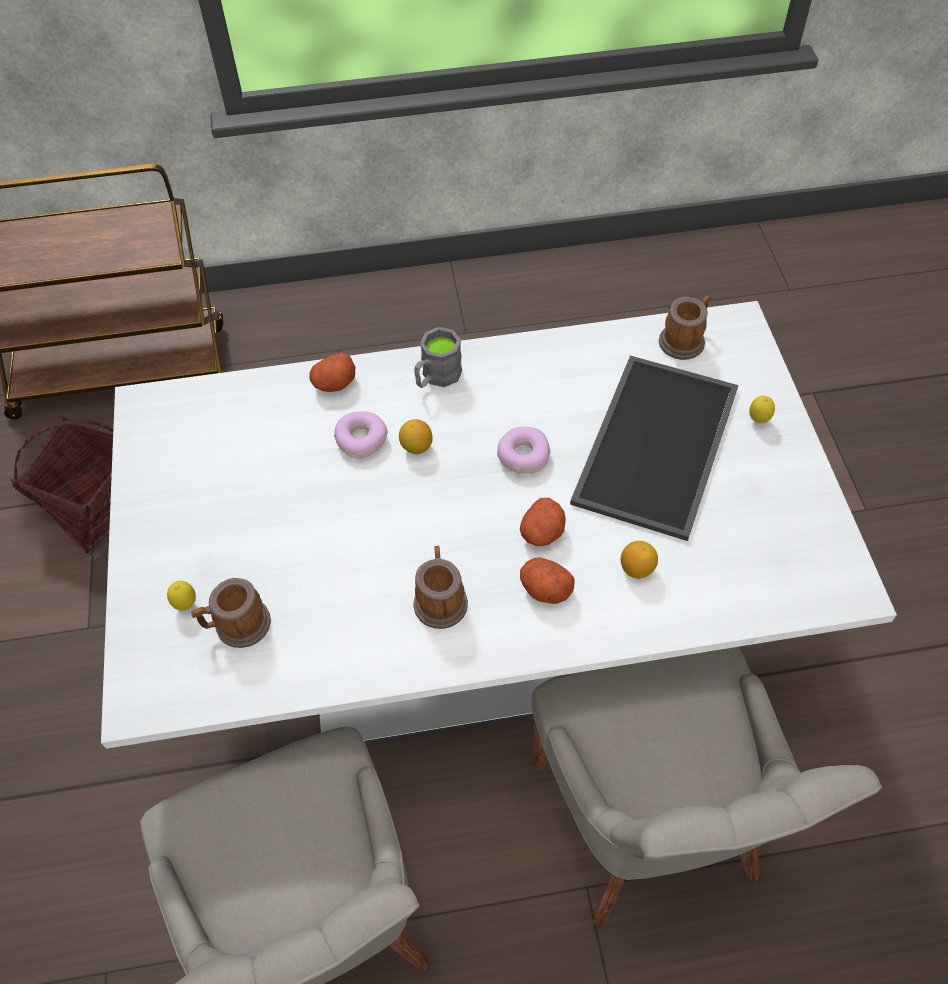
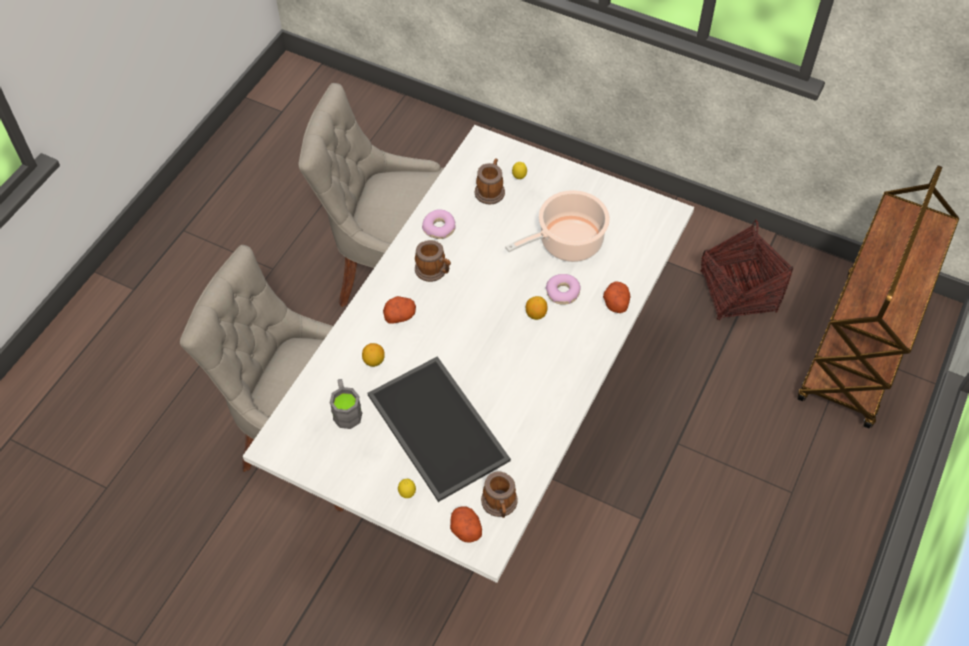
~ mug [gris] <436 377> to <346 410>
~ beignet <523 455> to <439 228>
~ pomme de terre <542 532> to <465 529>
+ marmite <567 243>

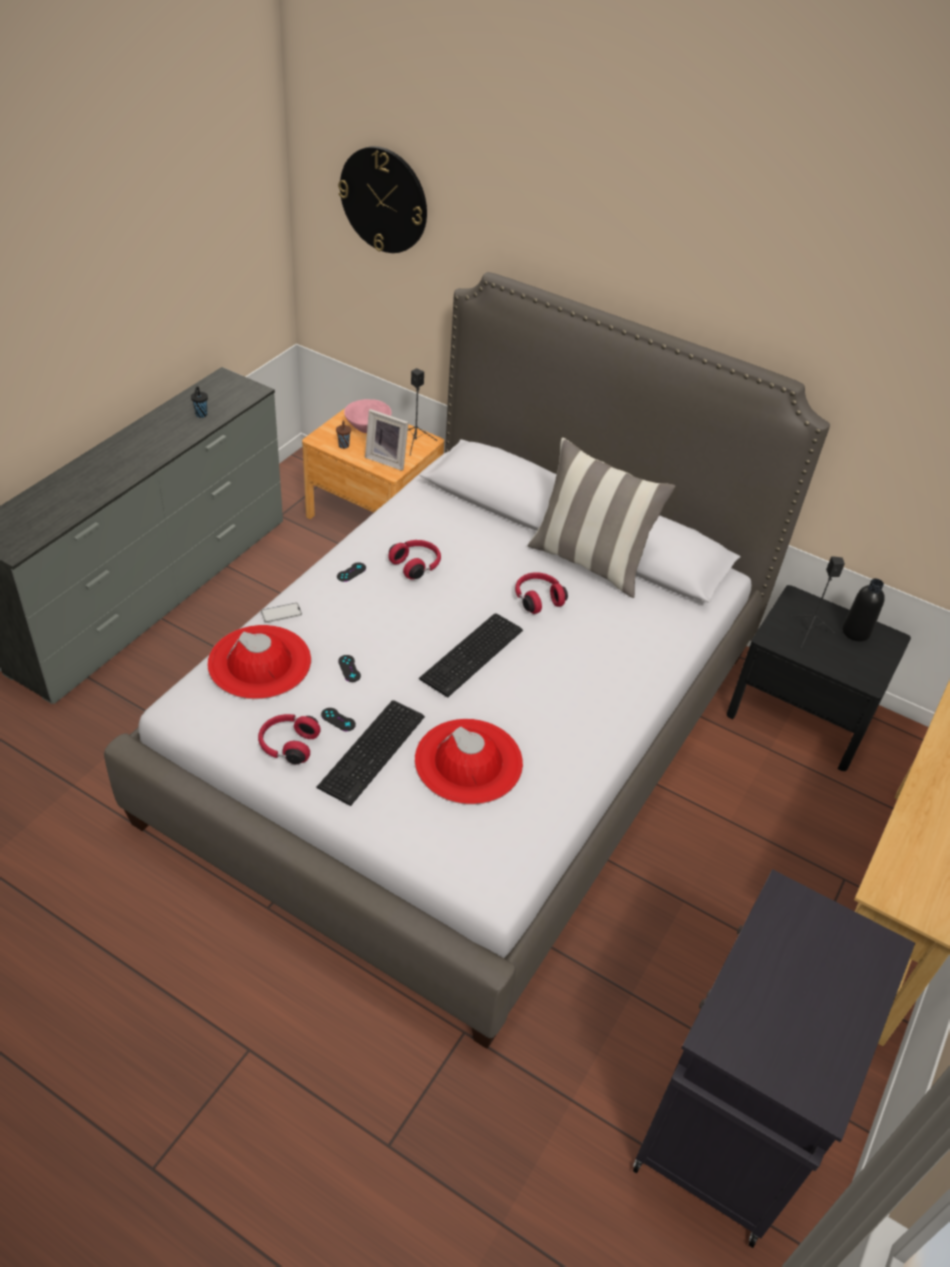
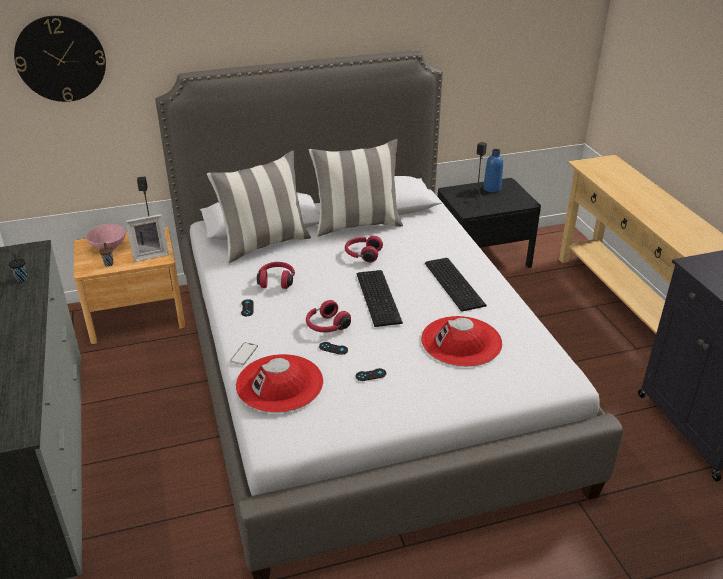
~ casque audio [rouge] <288 745> to <326 326>
~ clavier <375 751> to <455 283>
~ bouteille [noir] <856 632> to bouteille [bleu] <492 188>
+ coussin <264 244>

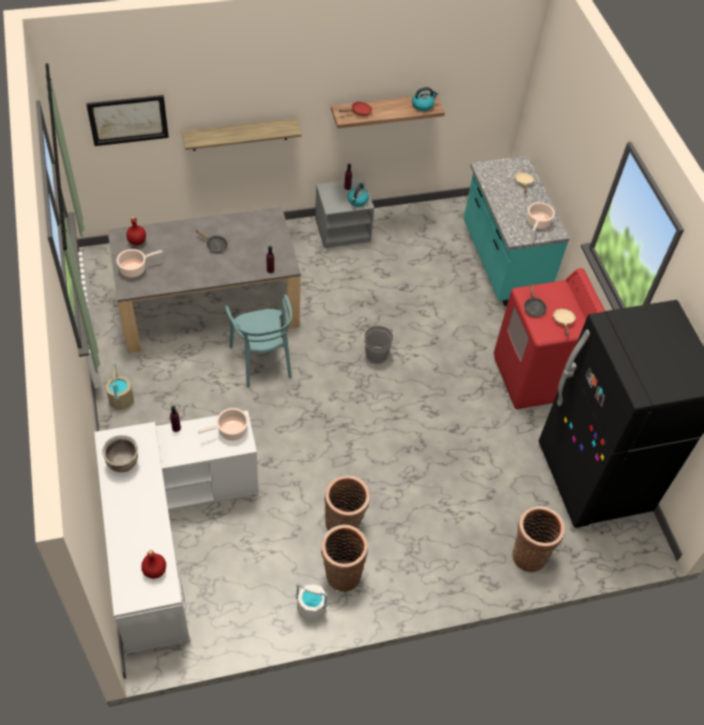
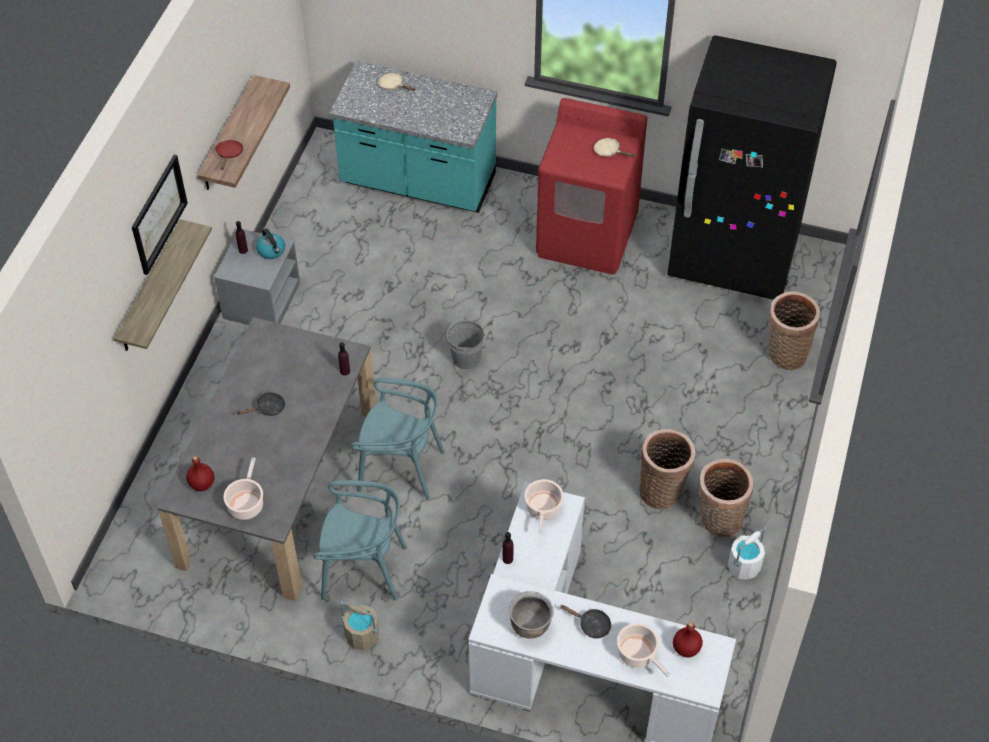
~ tableau <128 119> to <158 214>
- bouilloire <423 105>
~ poêle [noir] <533 308> to <591 625>
~ marmite <537 223> to <638 654>
+ chaise [turquoise] <363 569>

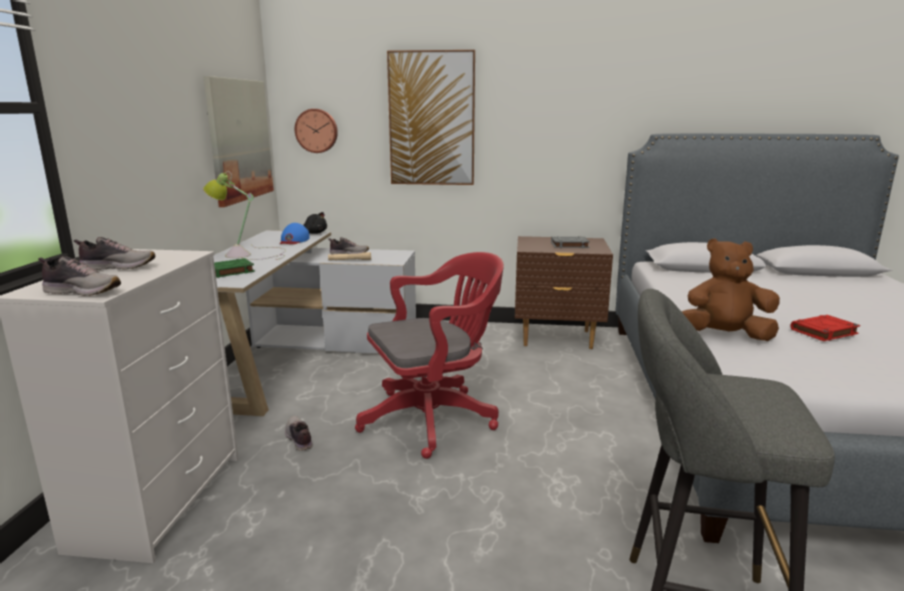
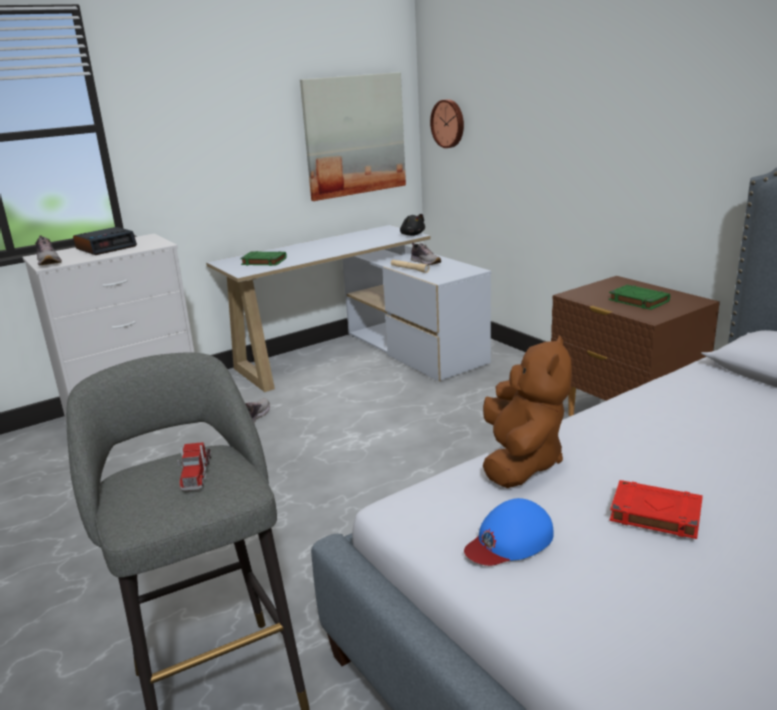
~ chaussure <118 267> to réveil <106 247>
- lampe de table <249 254>
~ casquette [bleu] <294 240> to <509 541>
- chaise de bureau [rouge] <434 418>
- tableau <432 119>
~ livre [gris] <569 245> to livre [vert] <637 301>
~ peluche [marron] <724 336> = <521 462> 45 degrees clockwise
+ camion jouet <197 473>

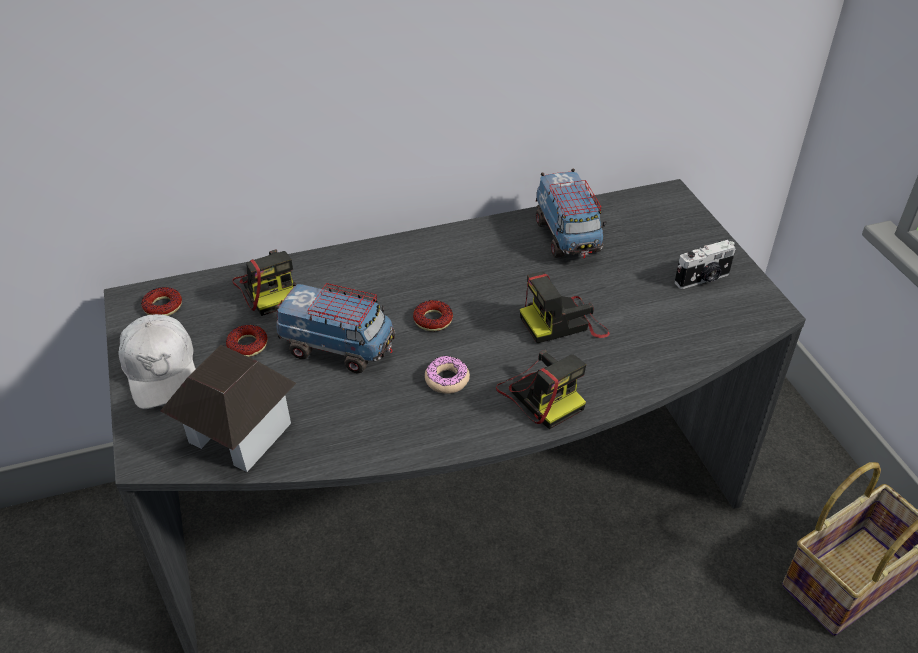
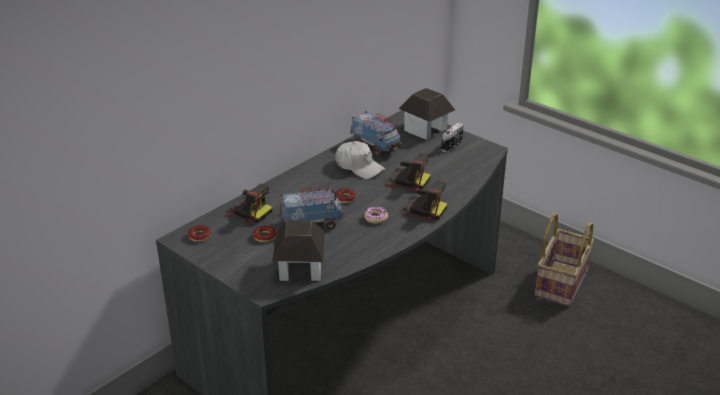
~ casquette [blanc] <162 371> to <359 167>
~ appareil photo <564 323> = <407 181> 105 degrees counterclockwise
+ maison miniature <425 129>

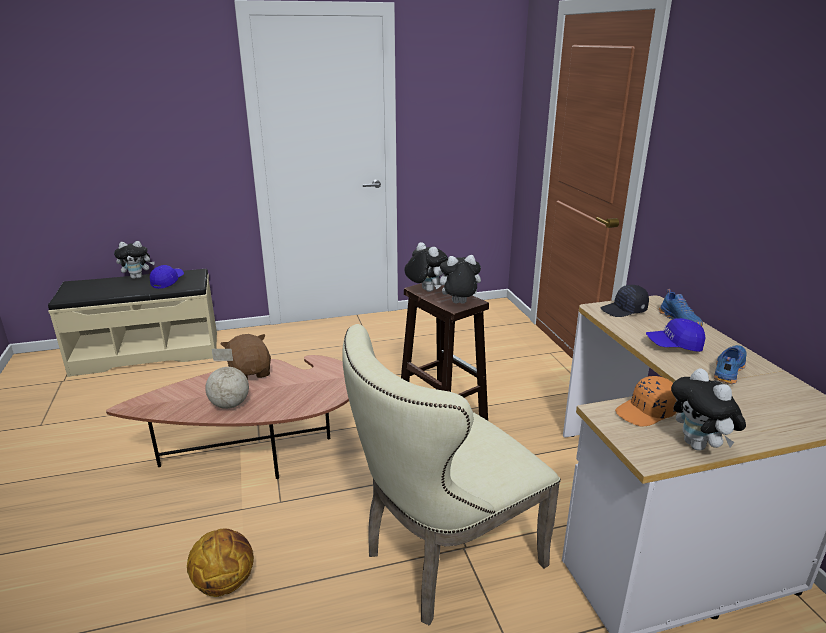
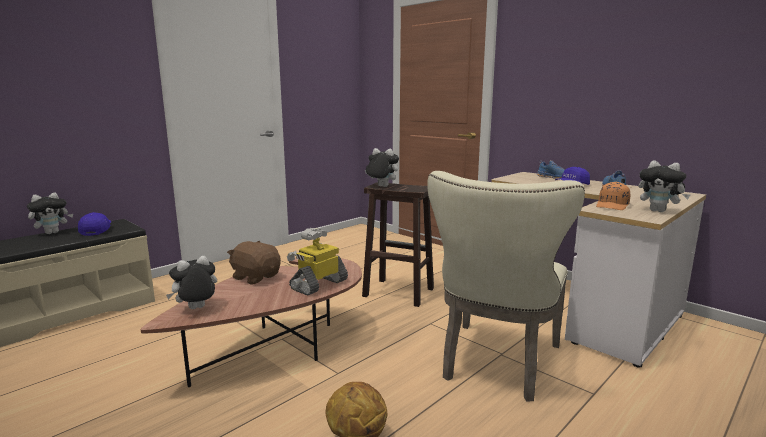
- globe <229 405>
~ peluche <458 304> to <196 309>
- casquette [noir] <624 310>
+ robot jouet <318 284>

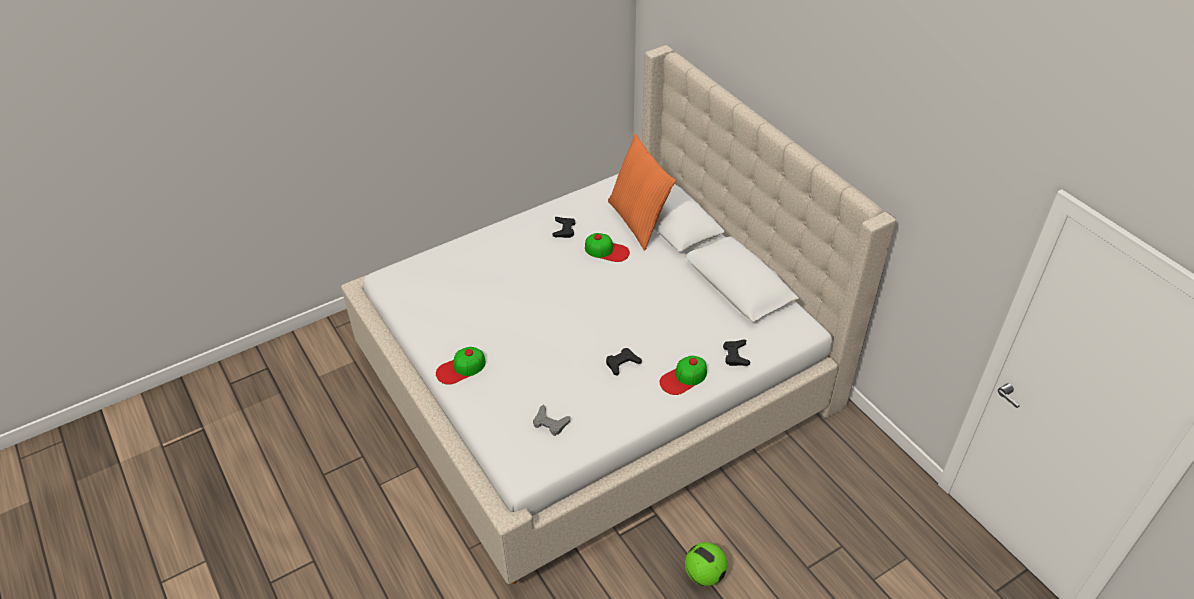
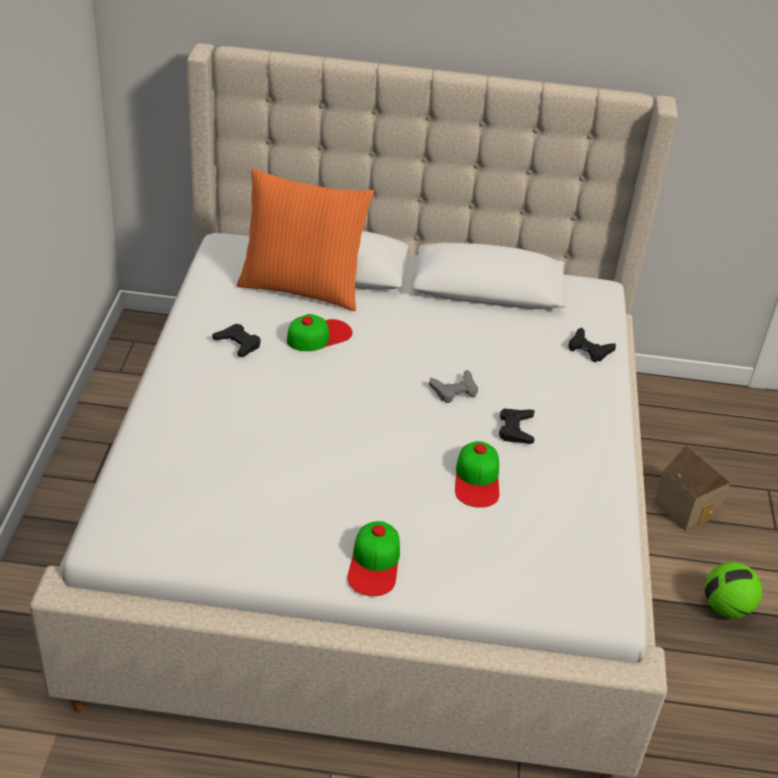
~ manette [gris] <550 423> to <454 390>
~ casquette <683 378> to <477 479>
+ maison miniature <688 507>

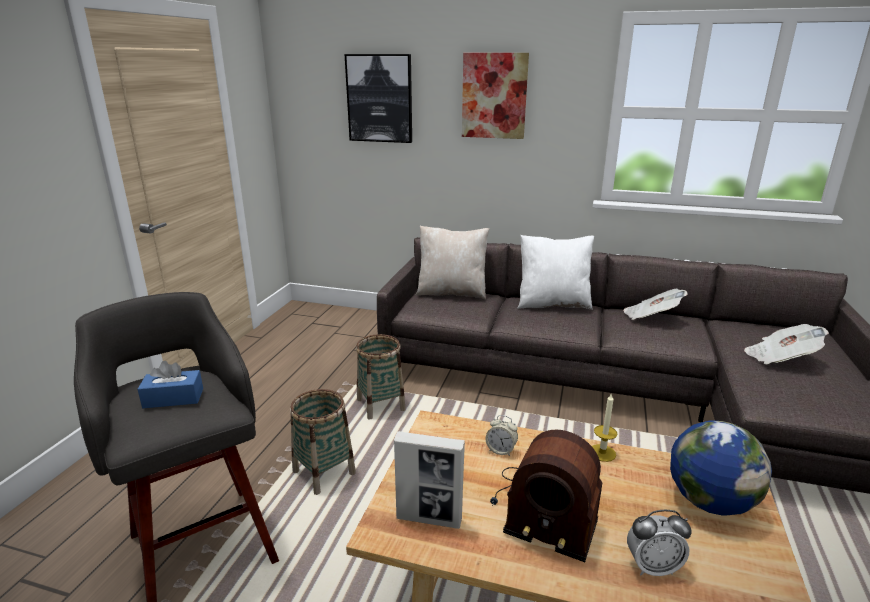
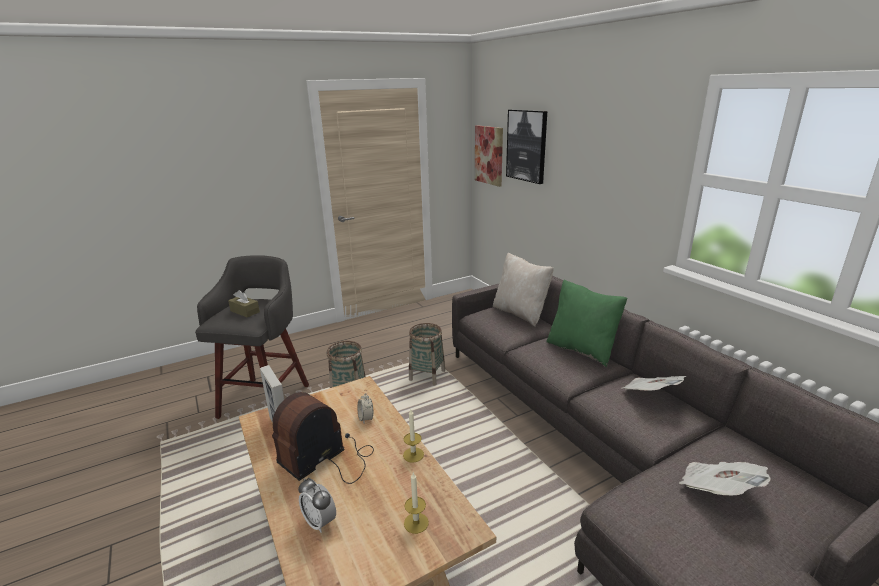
~ boîte à mouchoirs [bleu] <173 398> to boîte à mouchoirs [marron] <245 311>
~ tableau <494 96> to <489 155>
~ radio <542 510> = <328 458> 60 degrees clockwise
~ coussin [blanc] <552 304> to coussin [vert] <581 349>
~ globe <709 502> to bougie <416 523>

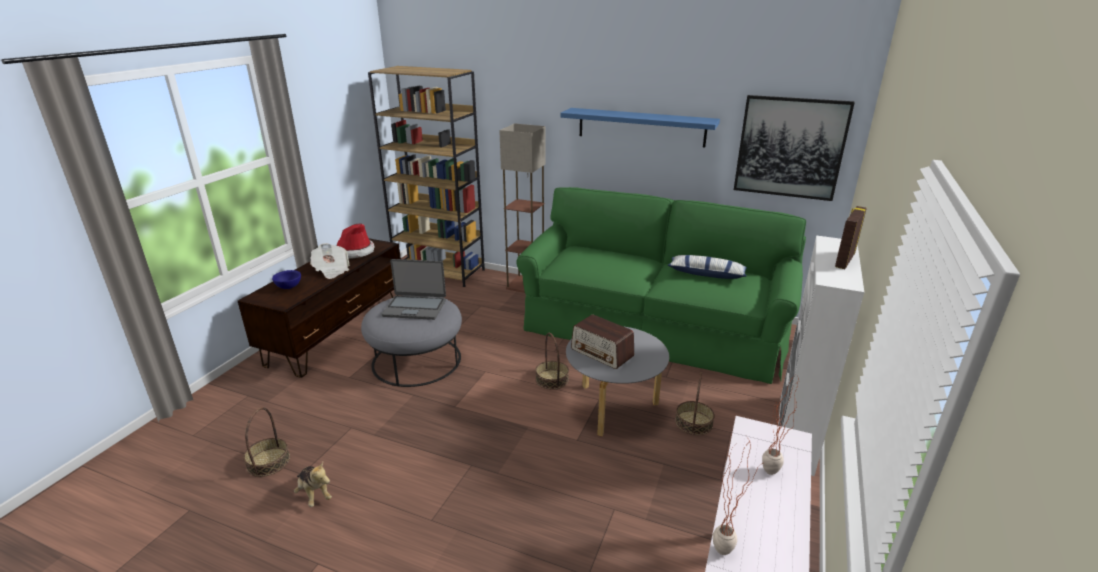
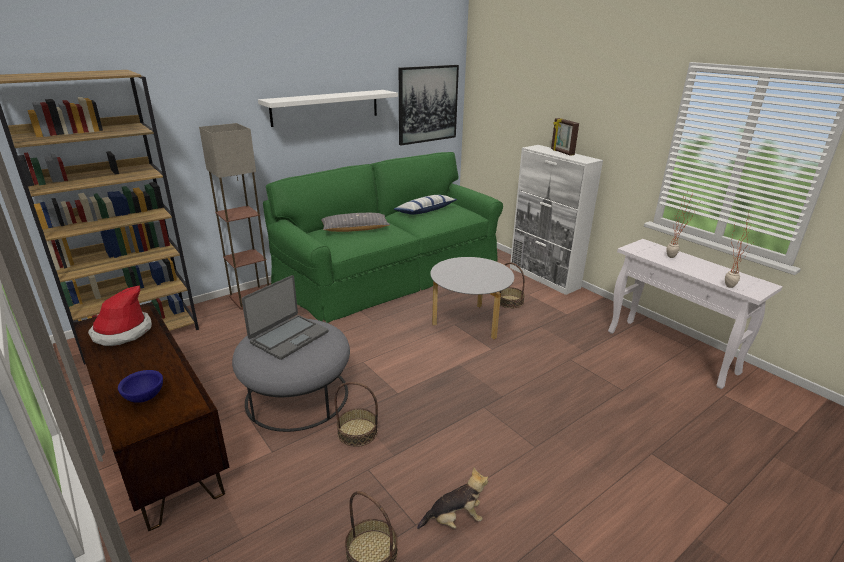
- journal <331 270>
~ panier <552 379> to <357 432>
~ étagère [bleu] <641 127> to étagère [blanc] <325 107>
- radio <602 353>
+ coussin [gris] <355 229>

